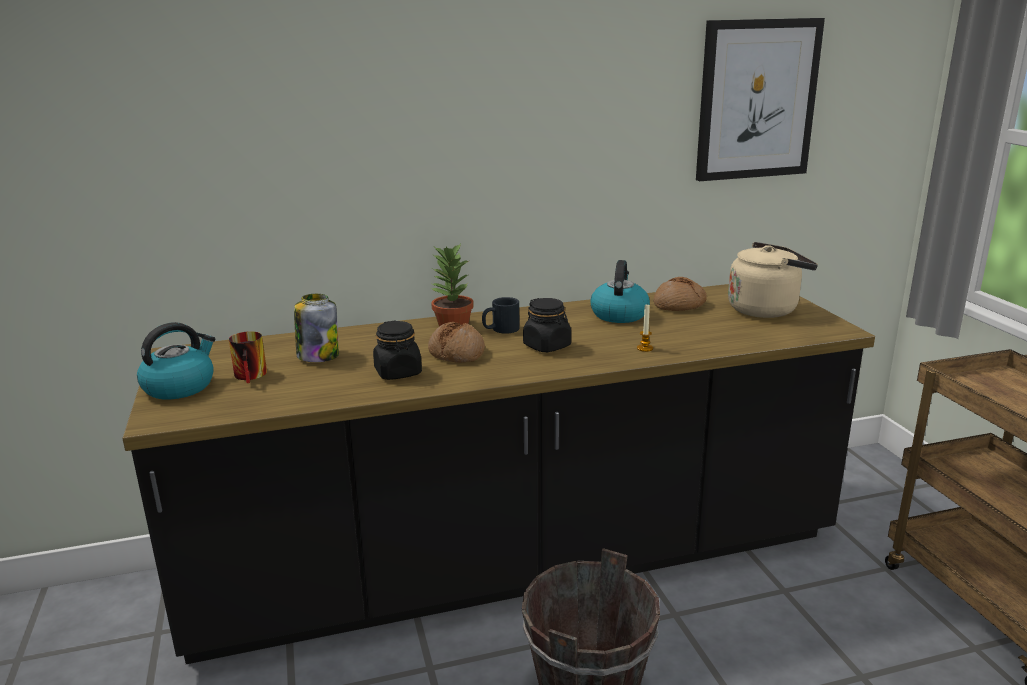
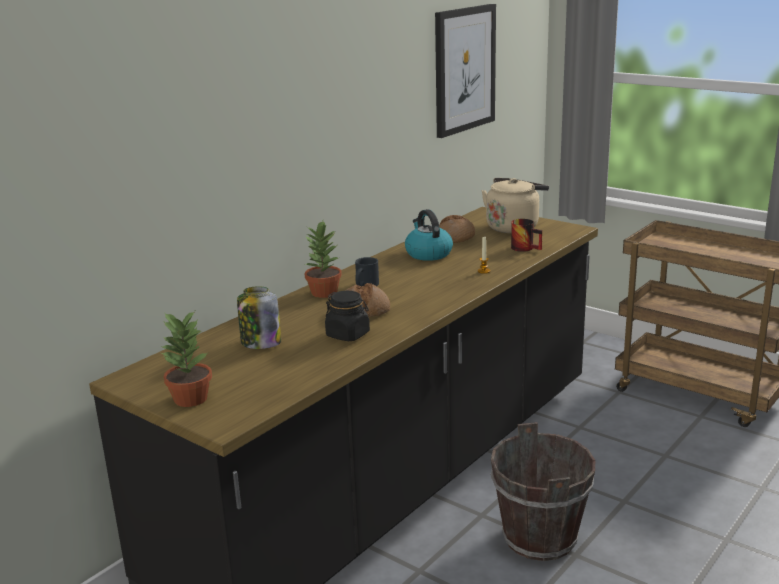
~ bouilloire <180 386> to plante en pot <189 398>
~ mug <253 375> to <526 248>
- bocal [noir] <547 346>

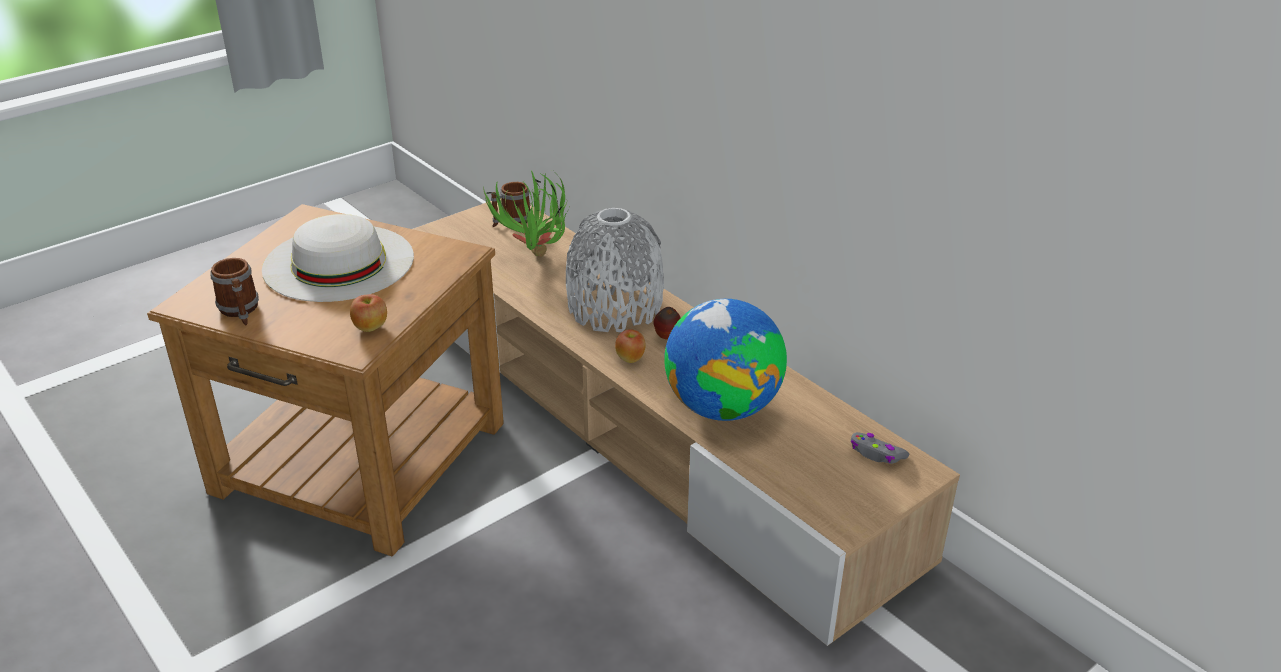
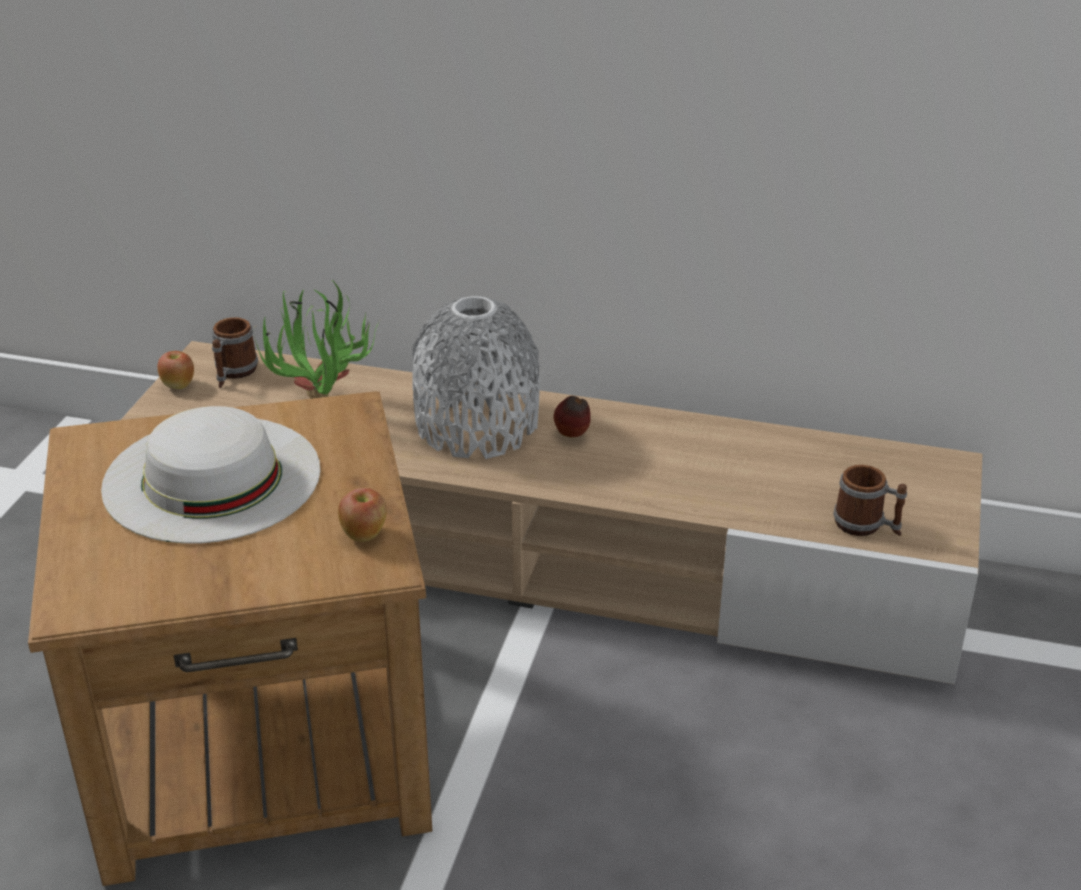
~ mug <240 311> to <867 526>
~ pomme <630 358> to <178 385>
- globe <722 407>
- manette [gris] <876 454>

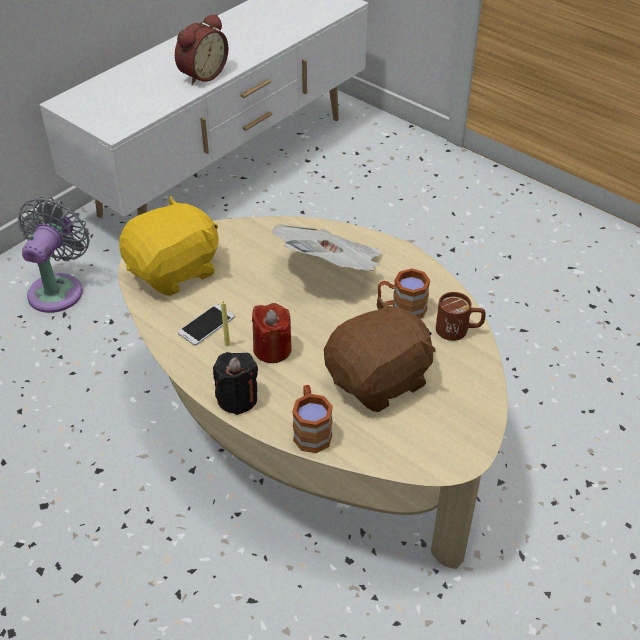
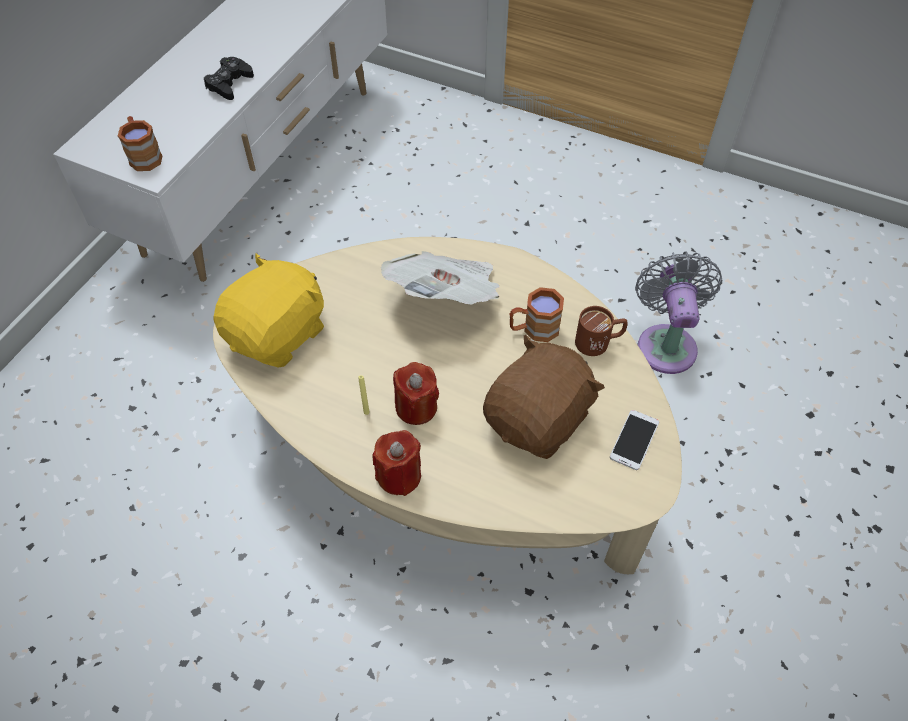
~ ventilateur [gris] <58 289> to <666 343>
~ réveil <201 74> to manette [noir] <229 84>
~ téléphone <206 325> to <634 440>
~ bougie [noir] <237 398> to bougie [rouge] <399 475>
~ mug [marron] <311 430> to <144 155>

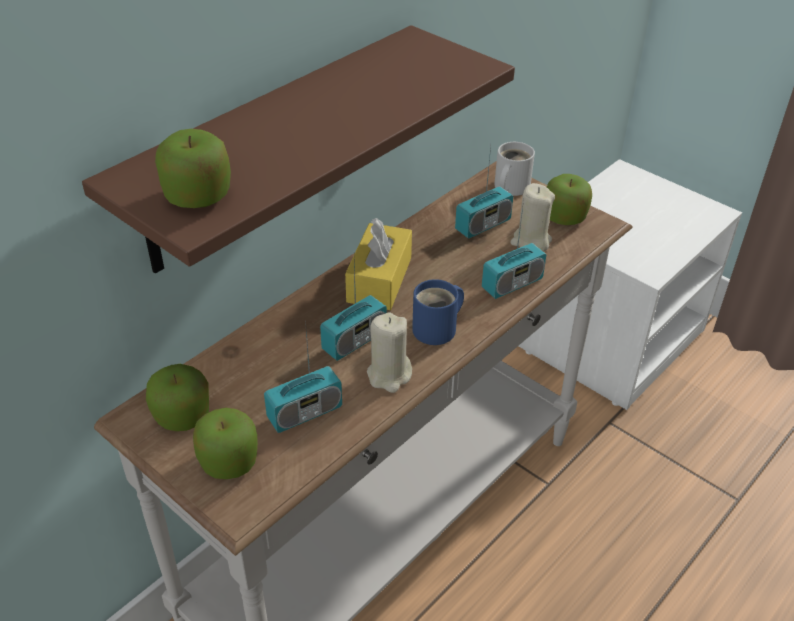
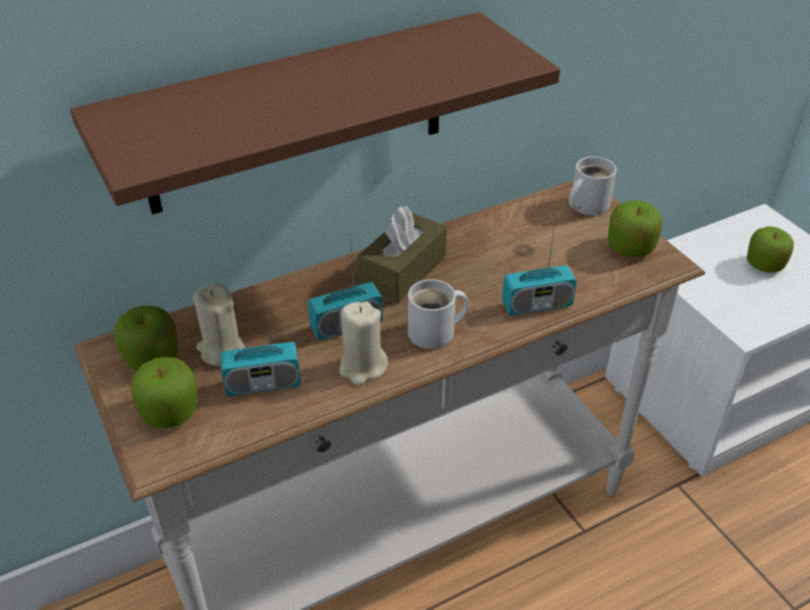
~ pomme <198 196> to <764 264>
~ boîte à mouchoirs [jaune] <379 280> to boîte à mouchoirs [marron] <402 271>
~ mug [bleu] <438 329> to mug [blanc] <436 333>
- radio <483 225>
~ bougie [beige] <530 242> to <221 350>

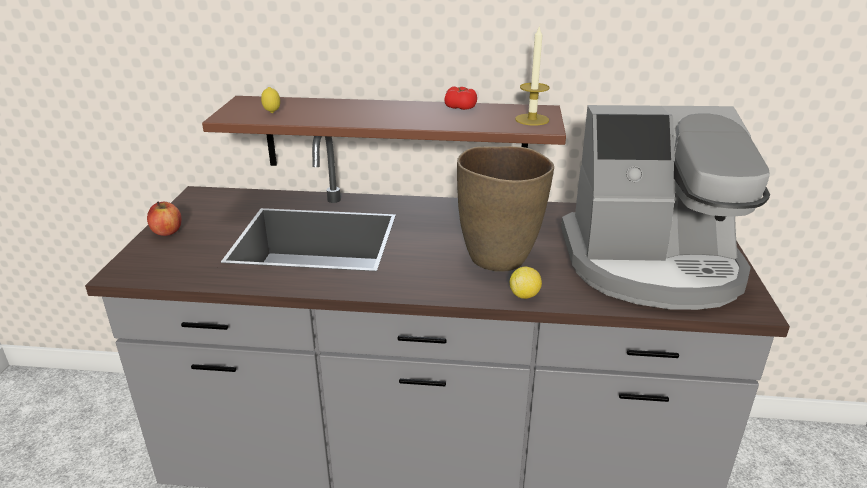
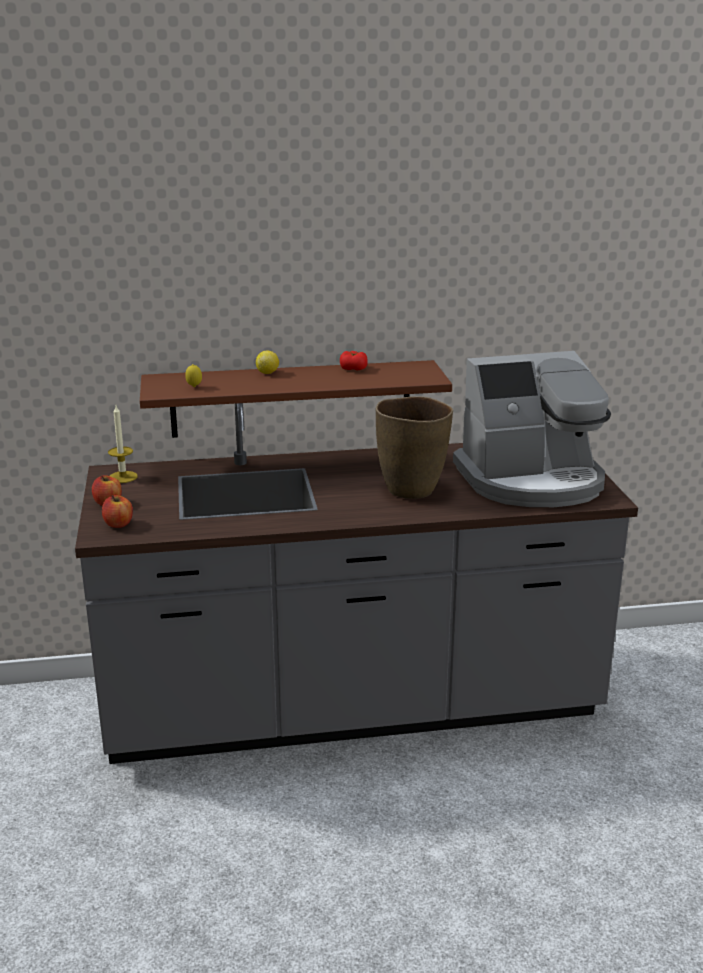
~ citron <524 295> to <268 373>
~ bougie <532 119> to <123 477>
+ pomme <118 524>

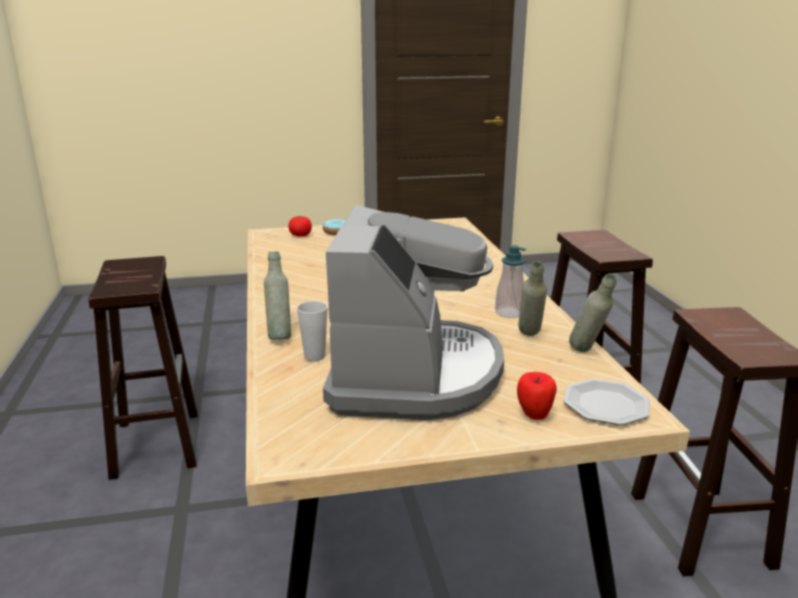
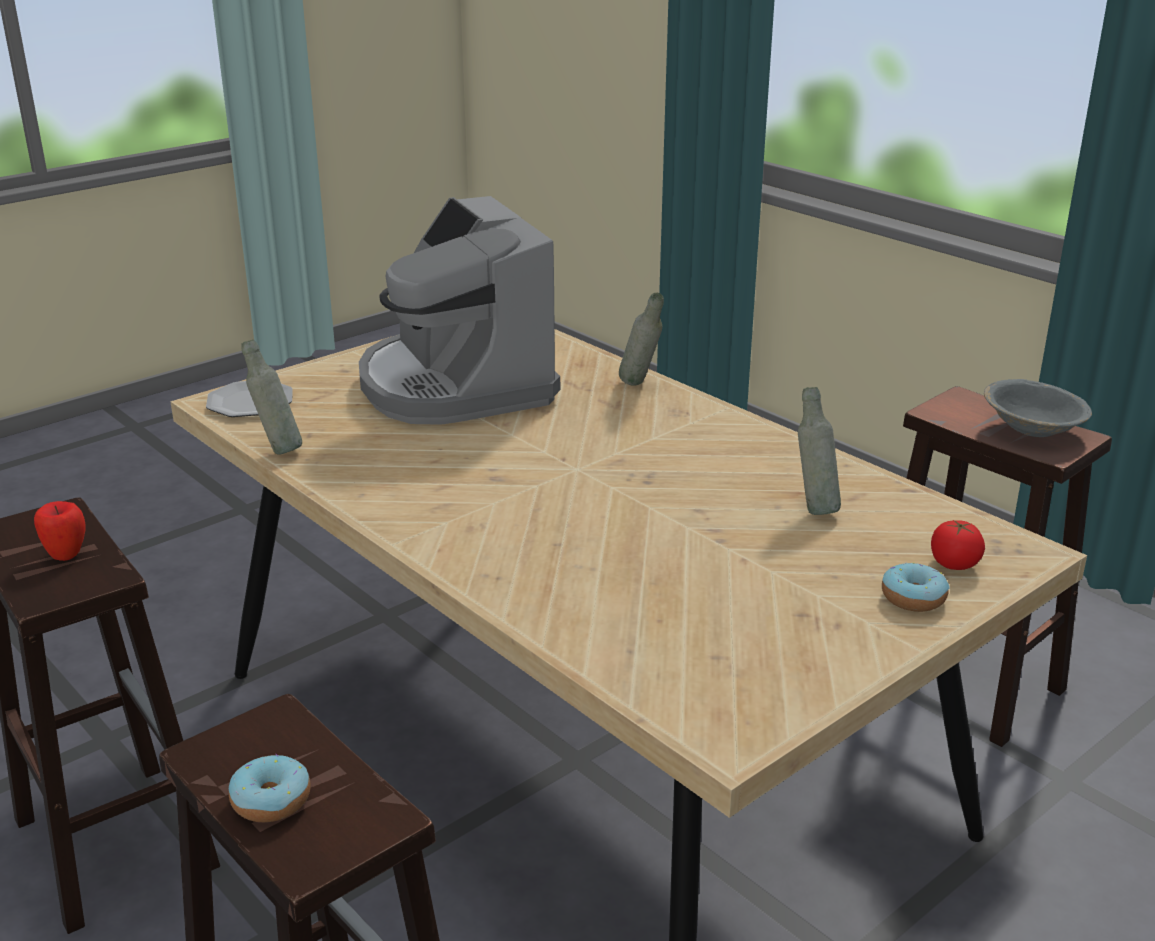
- tasse <314 356>
- distributeur de savon <509 313>
~ pomme <534 416> to <66 555>
~ bouteille [gris] <530 337> to <814 508>
+ beignet <271 801>
+ bol [gris] <1032 429>

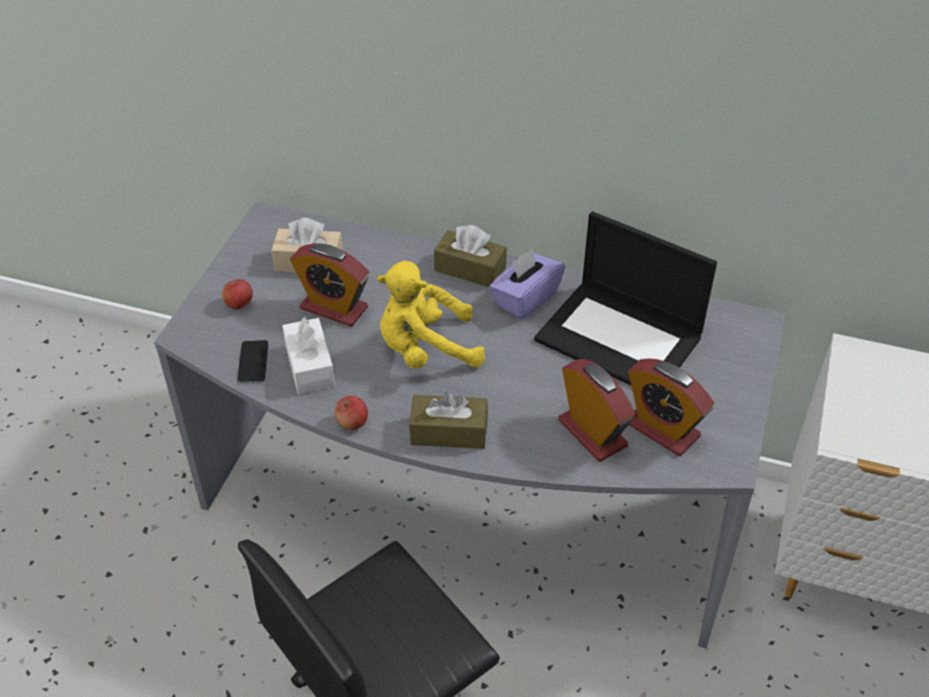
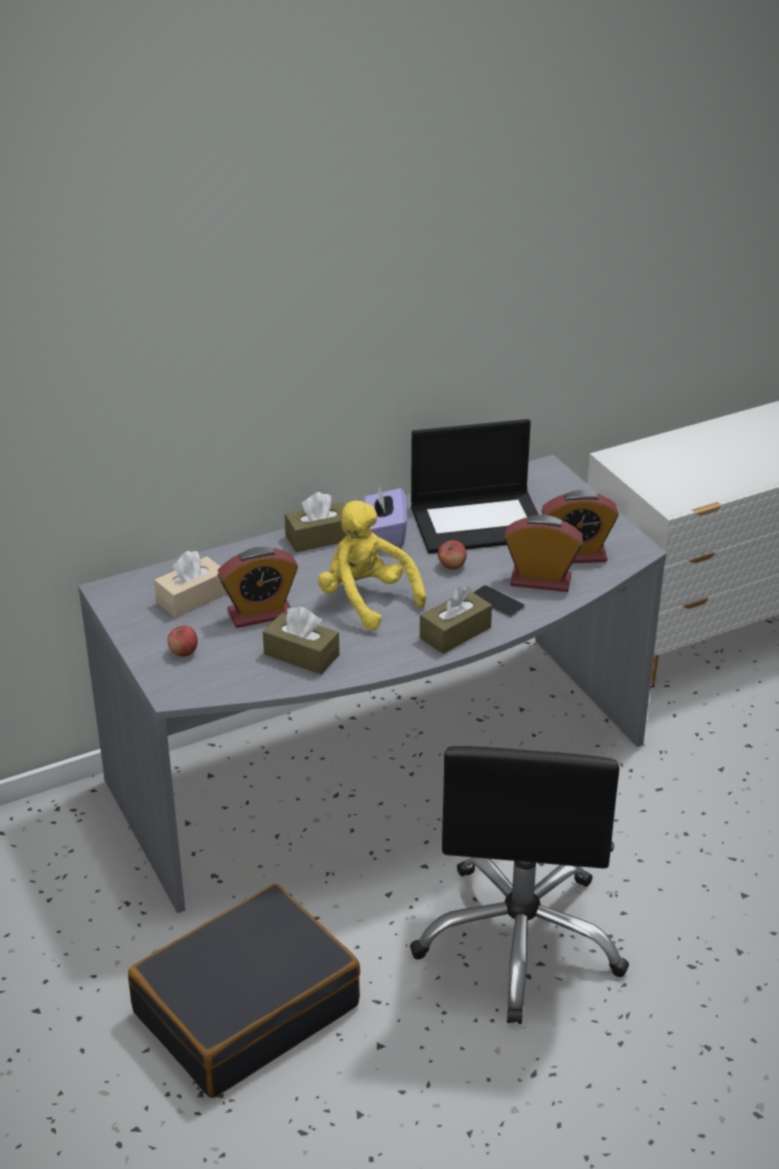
~ téléphone <253 362> to <497 602>
~ boîte à mouchoirs [blanc] <309 366> to boîte à mouchoirs [marron] <301 655>
~ pomme <352 423> to <452 566>
~ peluche [jaune] <425 350> = <366 599> 105 degrees clockwise
+ valise [noir] <246 1008>

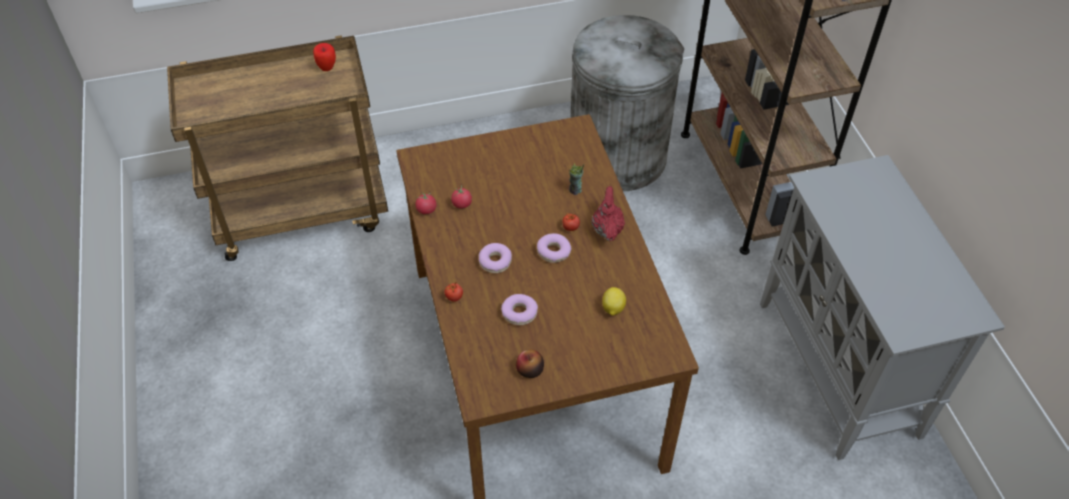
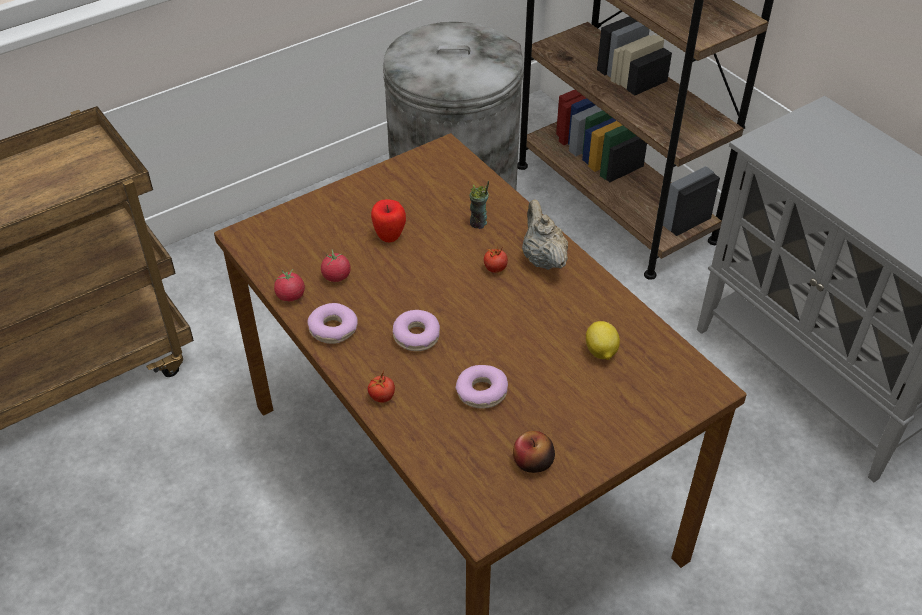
~ pomme <327 67> to <389 236>
~ beignet <553 252> to <333 329>
~ théière [rouge] <607 229> to théière [beige] <542 258>

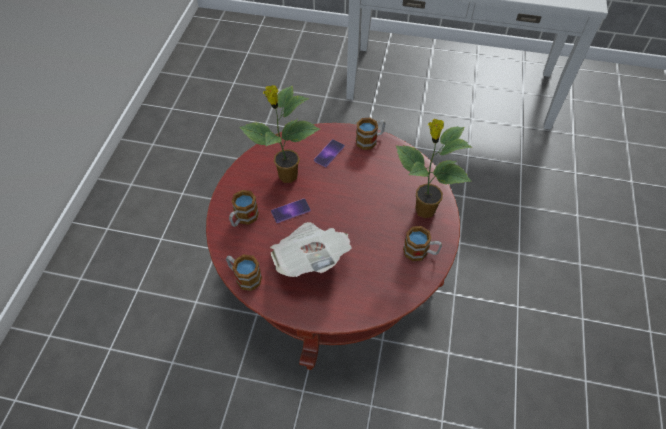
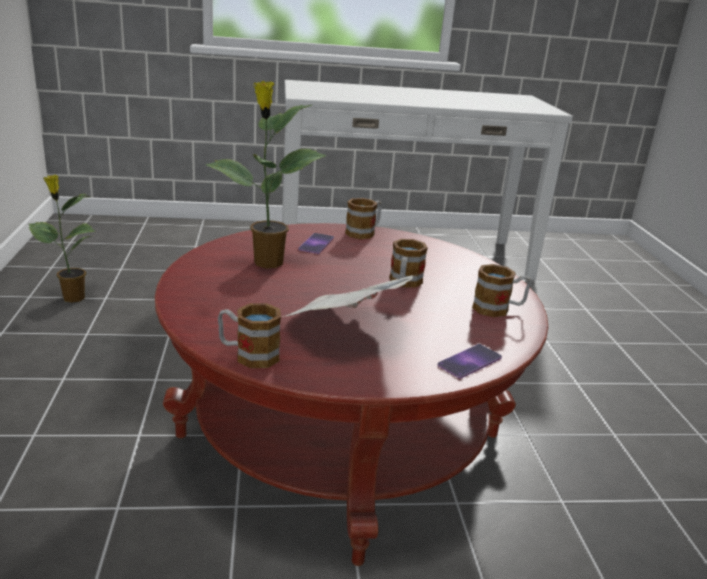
~ mug <243 218> to <404 283>
~ téléphone <290 211> to <469 361>
~ plante en pot <423 210> to <72 298>

